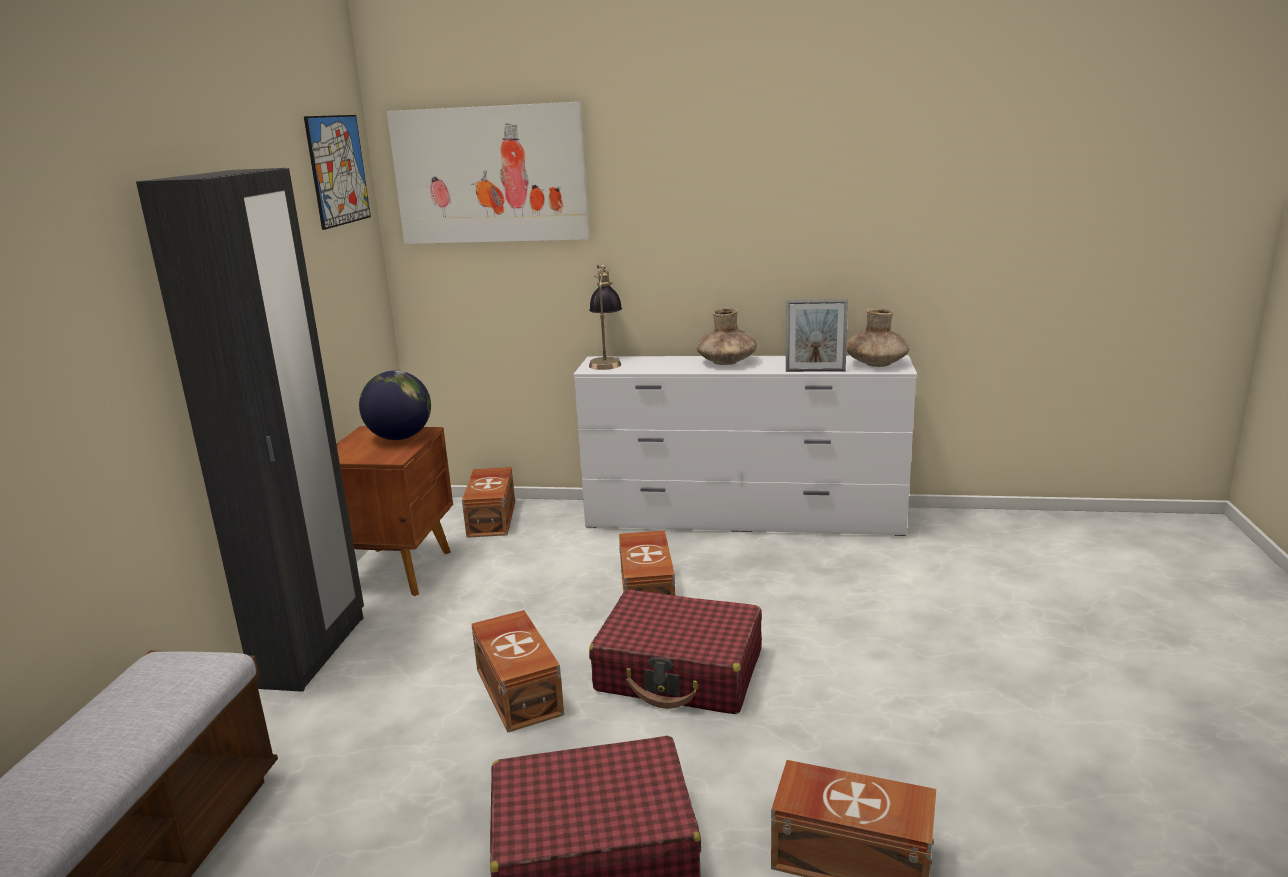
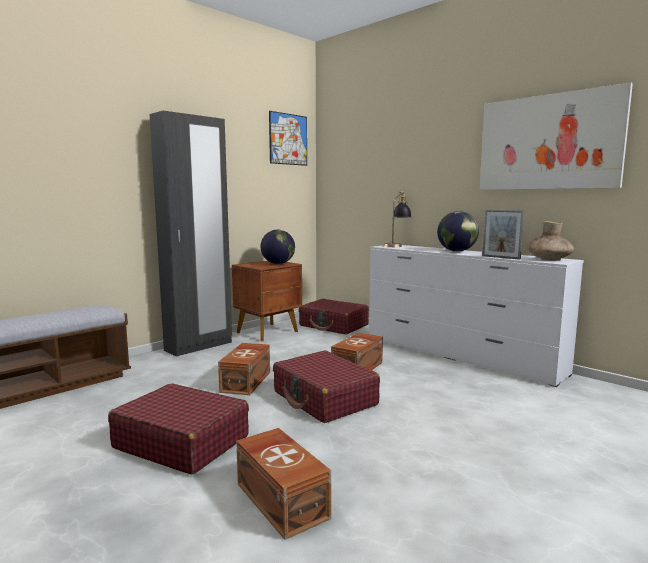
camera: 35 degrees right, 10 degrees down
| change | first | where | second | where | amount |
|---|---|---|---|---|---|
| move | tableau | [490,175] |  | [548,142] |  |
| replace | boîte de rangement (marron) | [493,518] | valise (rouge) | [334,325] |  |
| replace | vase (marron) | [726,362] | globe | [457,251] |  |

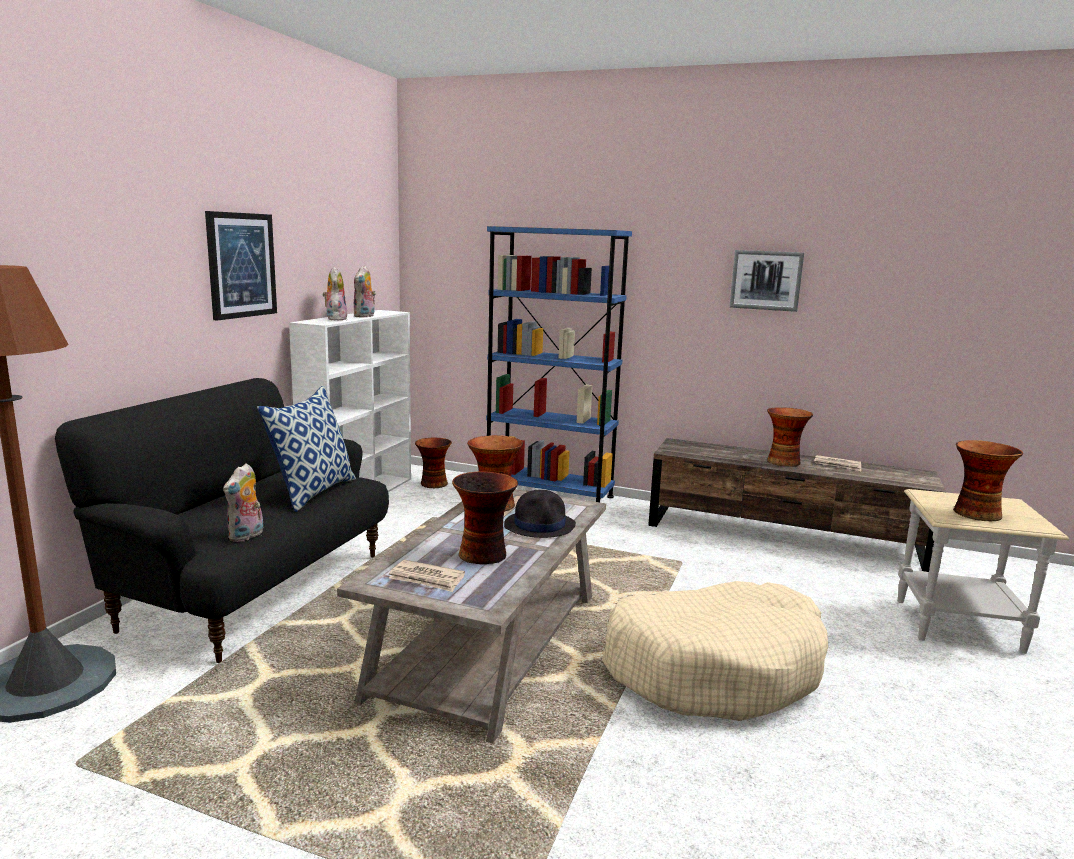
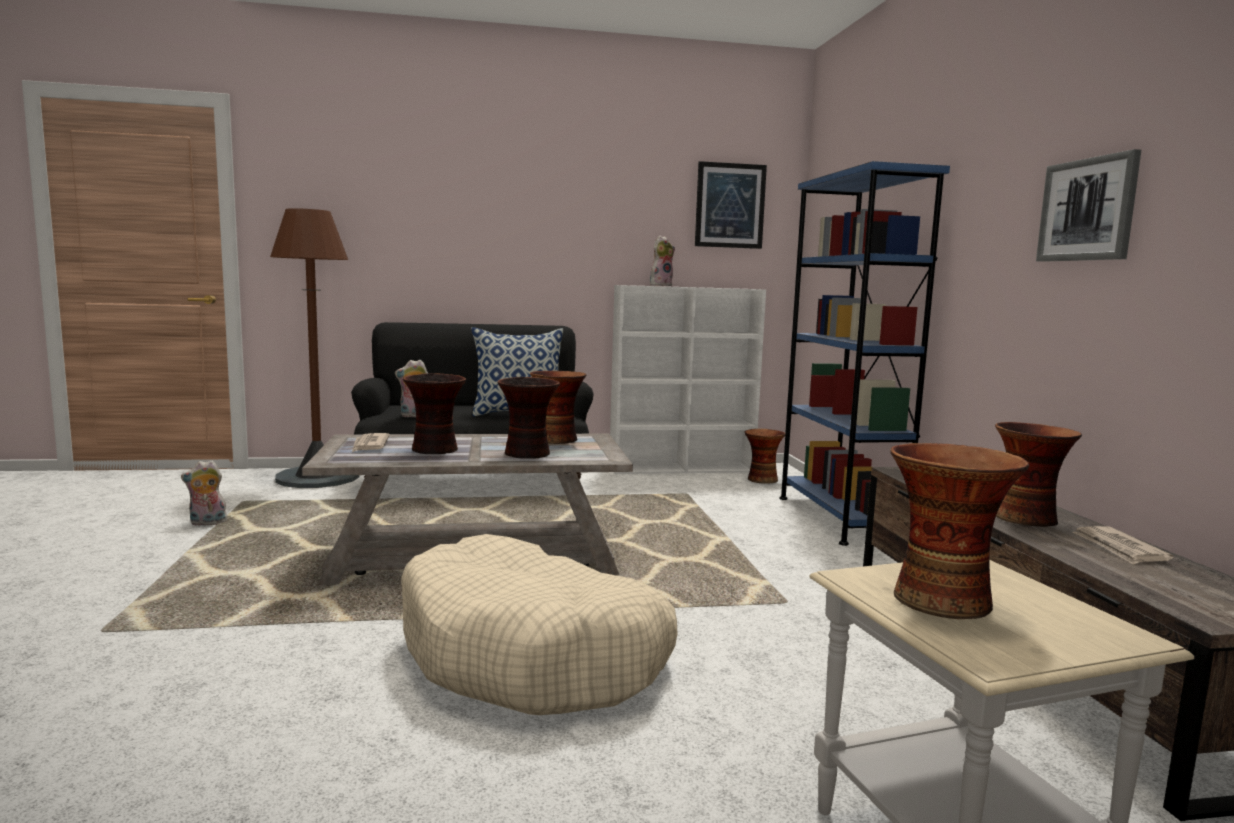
camera: 60 degrees right, 5 degrees down
| change | first | where | second | where | amount |
|---|---|---|---|---|---|
| move | tableau | [241,265] |  | [729,206] |  |
| move | peluche | [365,316] |  | [207,523] |  |
| replace | chapeau (noir) | [540,525] | vase | [528,454] |  |

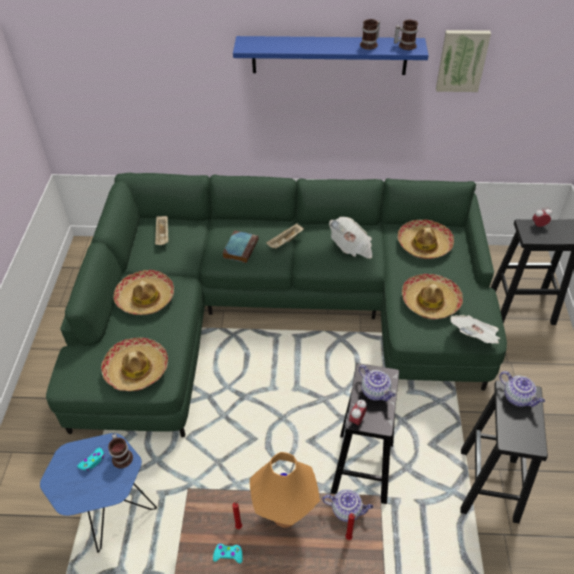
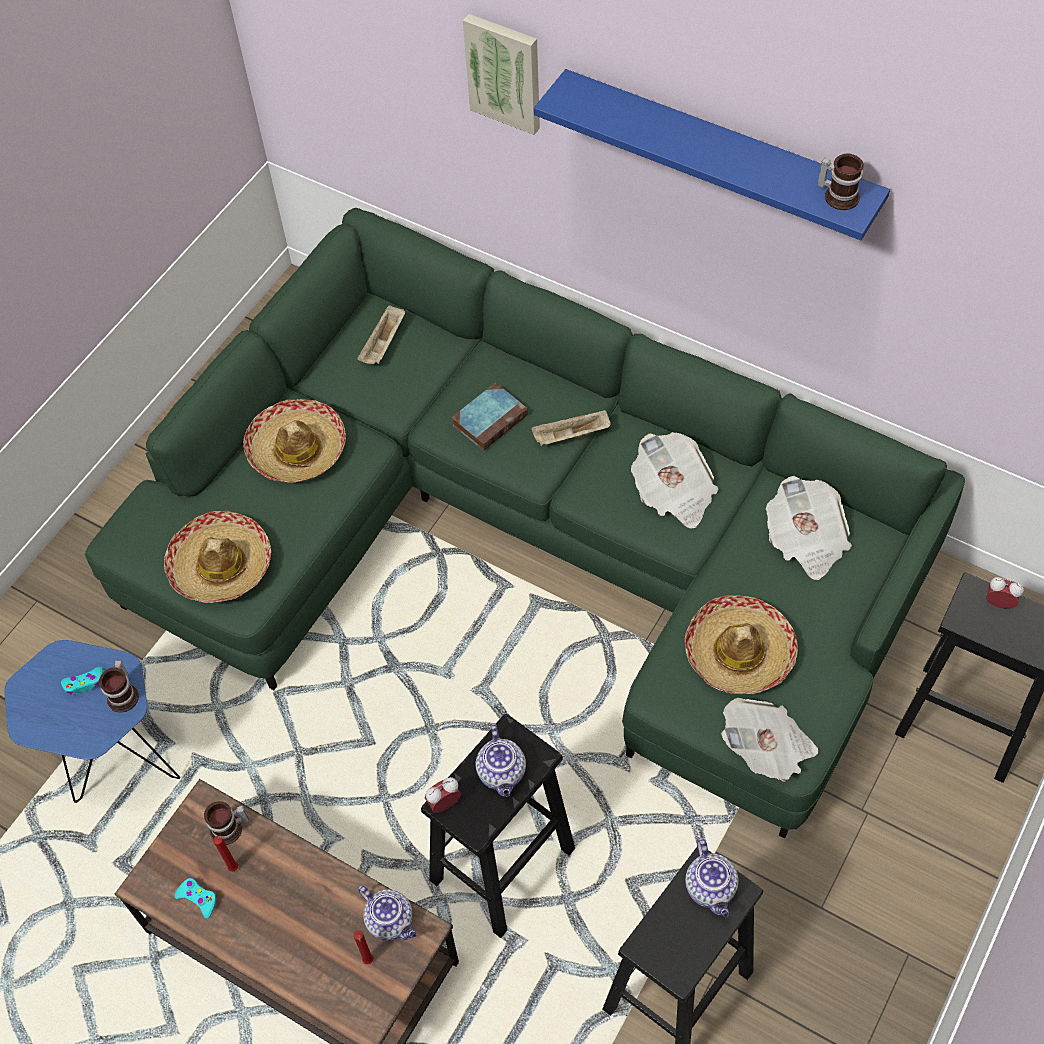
camera: 30 degrees right, 10 degrees up
| change | first | where | second | where | amount |
|---|---|---|---|---|---|
| delete | lampe de table (orange) | [285,515] |  |  |  |
| move | mug | [370,44] |  | [230,830] |  |
| replace | chapeau | [424,245] | journal | [805,541] |  |
| move | tableau | [461,60] |  | [505,72] |  |

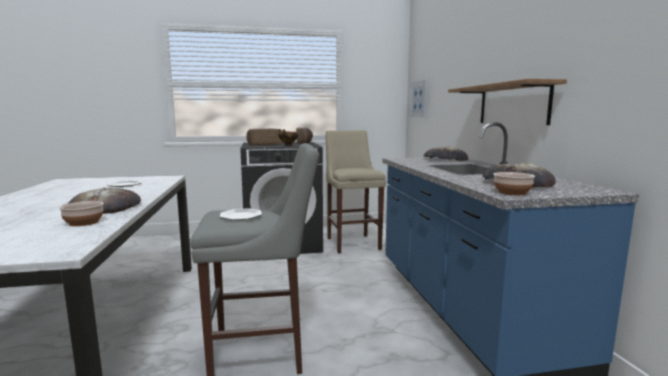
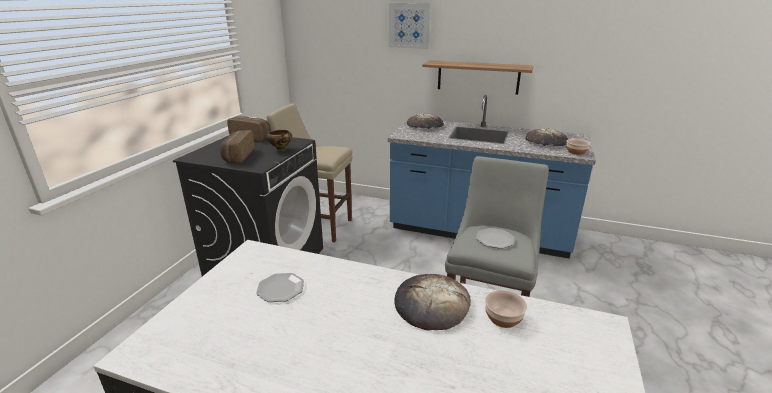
camera: 60 degrees left, 15 degrees up
| change | first | where | second | where | amount |
|---|---|---|---|---|---|
| move | tableau | [419,99] |  | [409,25] |  |

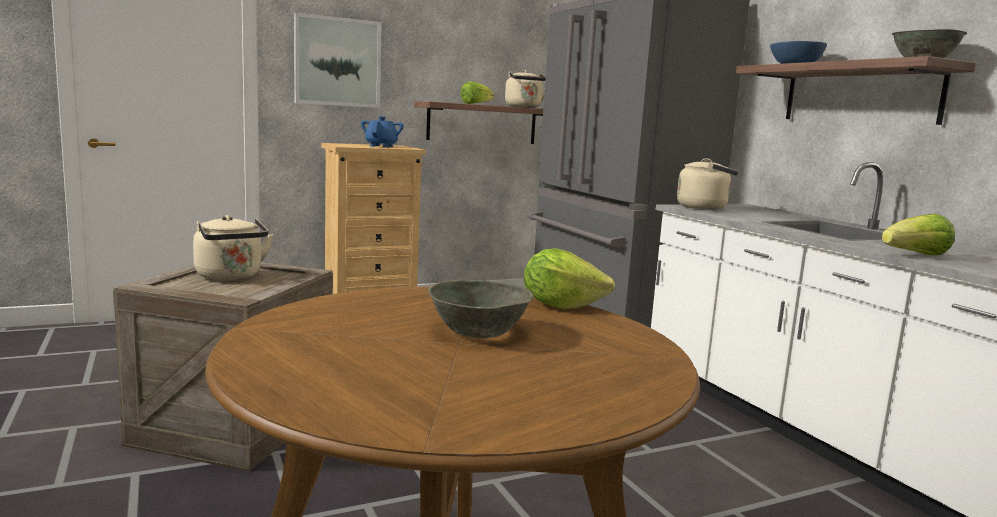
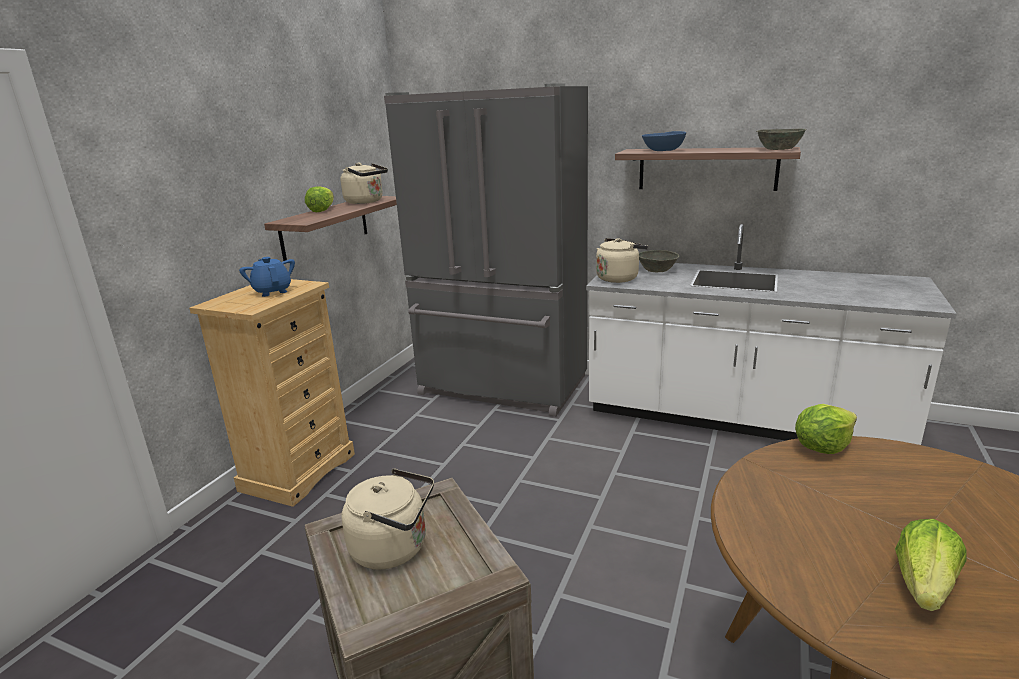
camera: 40 degrees left, 10 degrees up
| change | first | where | second | where | amount |
|---|---|---|---|---|---|
| delete | tableau | [337,62] |  |  |  |
| move | bol (gris) | [480,332] |  | [657,270] |  |
| move | laitue | [916,255] |  | [924,585] |  |

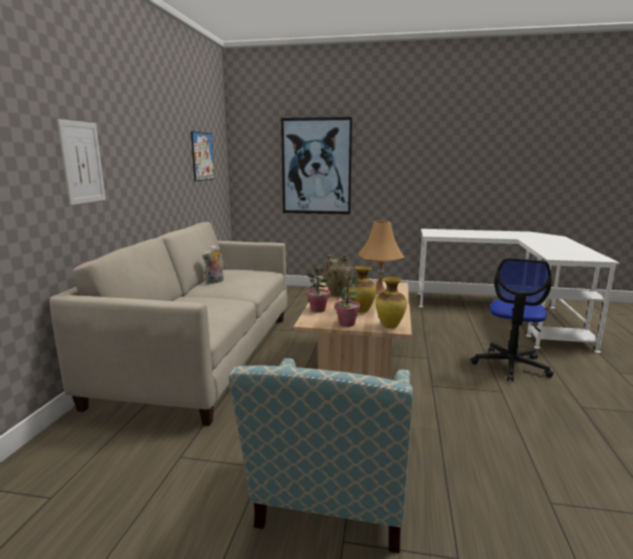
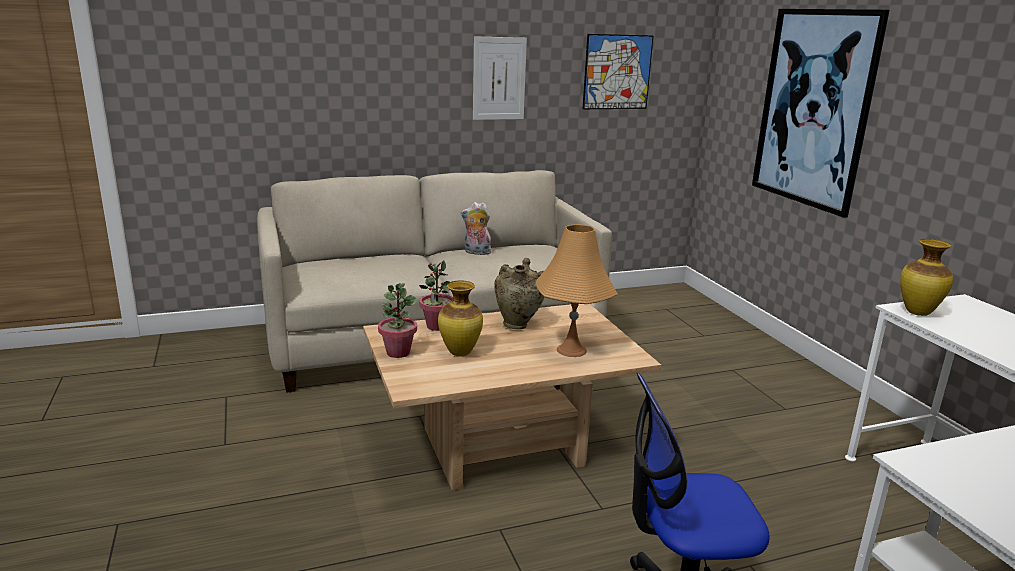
camera: 60 degrees right, 5 degrees up
| change | first | where | second | where | amount |
|---|---|---|---|---|---|
| move | tableau | [82,162] |  | [499,78] |  |
| delete | fauteuil | [331,507] |  |  |  |
| move | vase | [389,327] |  | [916,313] |  |

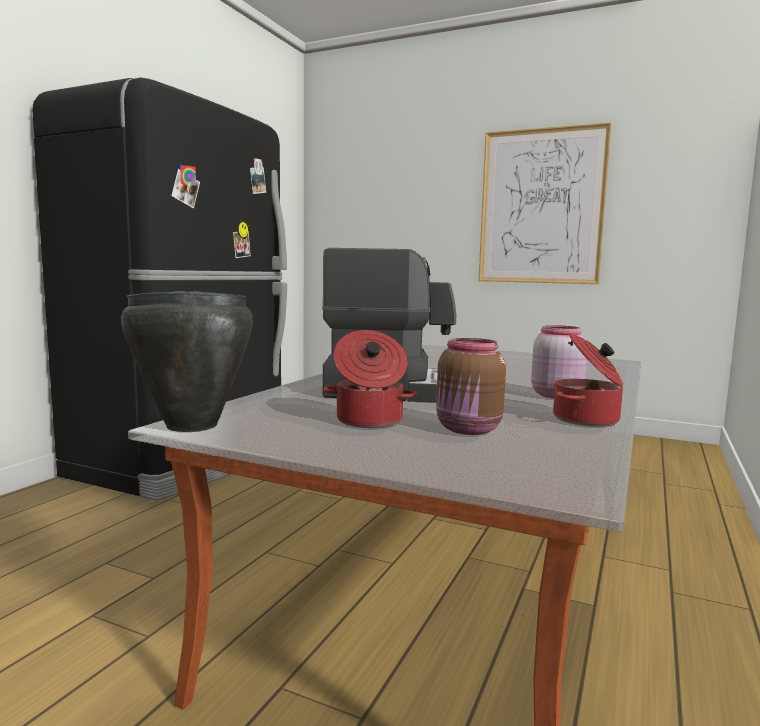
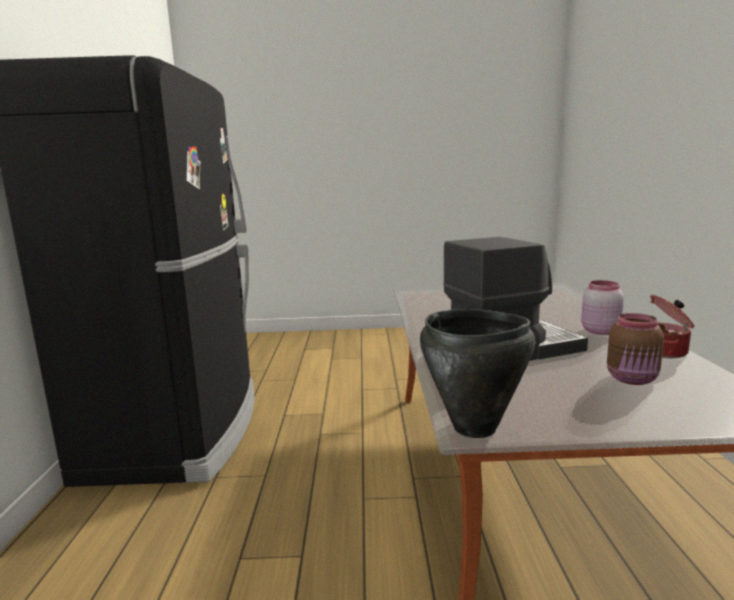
camera: 25 degrees left, 5 degrees up
| change | first | where | second | where | amount |
|---|---|---|---|---|---|
| delete | marmite | [369,421] |  |  |  |
| delete | tableau | [541,207] |  |  |  |

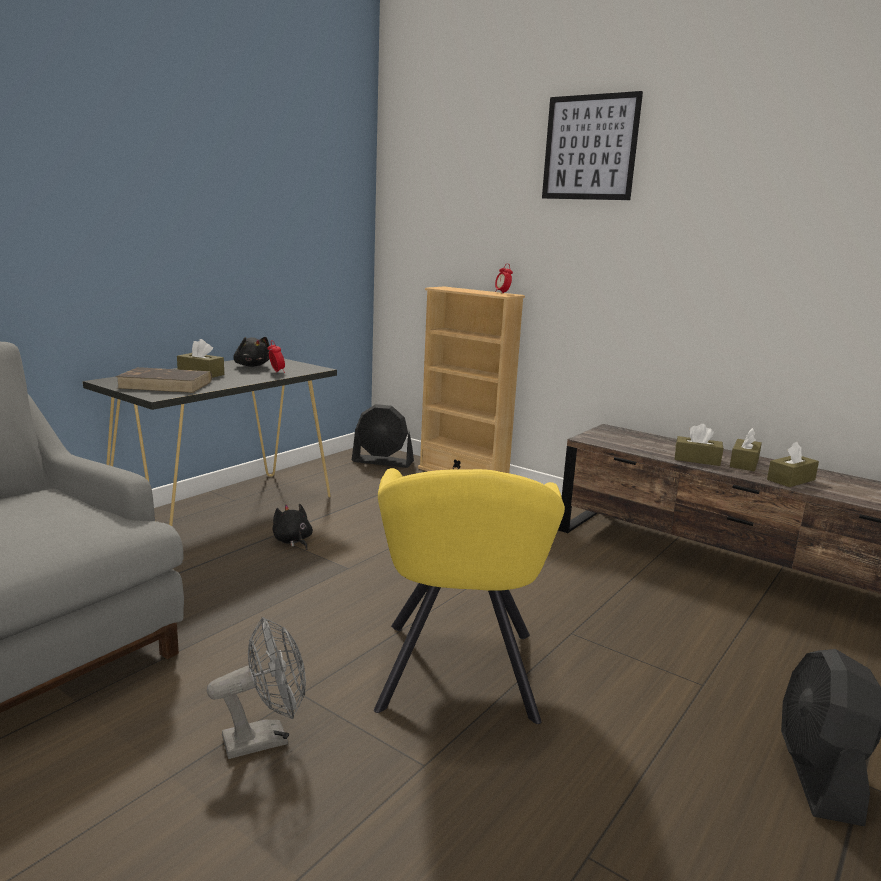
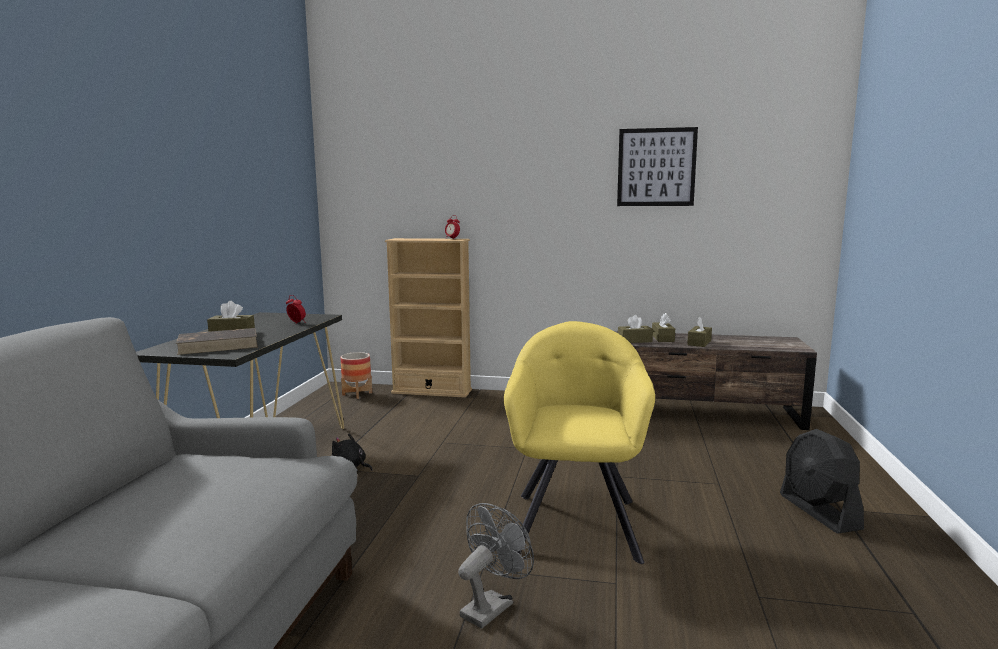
camera: 25 degrees left, 5 degrees down
| change | first | where | second | where | amount |
|---|---|---|---|---|---|
| delete | peluche (noir) | [252,366] |  |  |  |
| replace | ventilateur (noir) | [383,462] | cache-pot | [357,394] |  |
| rotate | fauteuil (jaune) | [459,674] |  | [576,522] | 150 degrees counterclockwise |
| move | tableau | [590,148] |  | [656,167] |  |

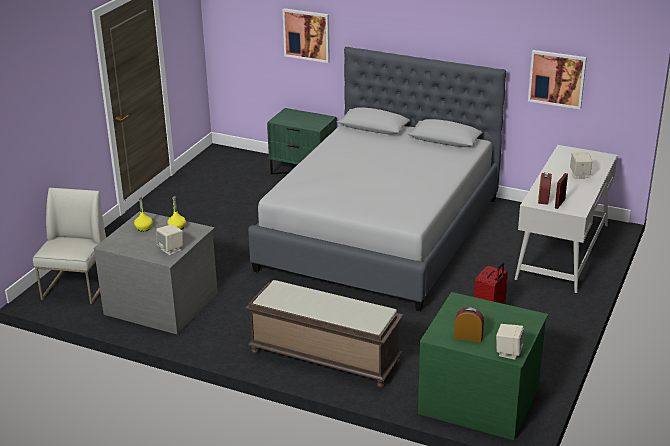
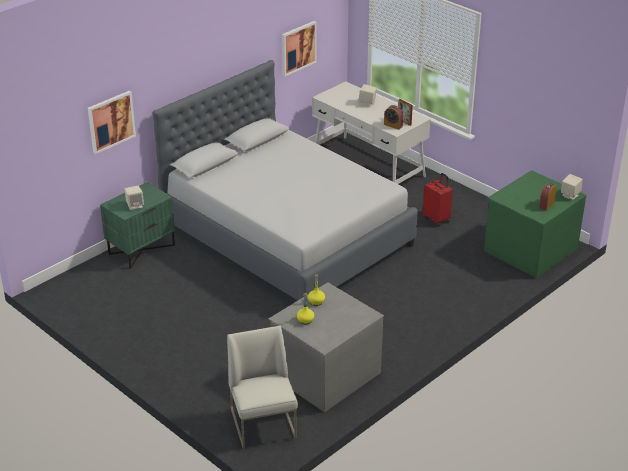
camera: 70 degrees left, 5 degrees up
| change | first | where | second | where | amount |
|---|---|---|---|---|---|
| rotate | chaise (blanc) | [77,286] |  | [264,423] | 45 degrees clockwise |
| move | enceinte (beige) | [171,249] |  | [135,205] |  |
| delete | banc (marron) | [323,357] |  |  |  |

